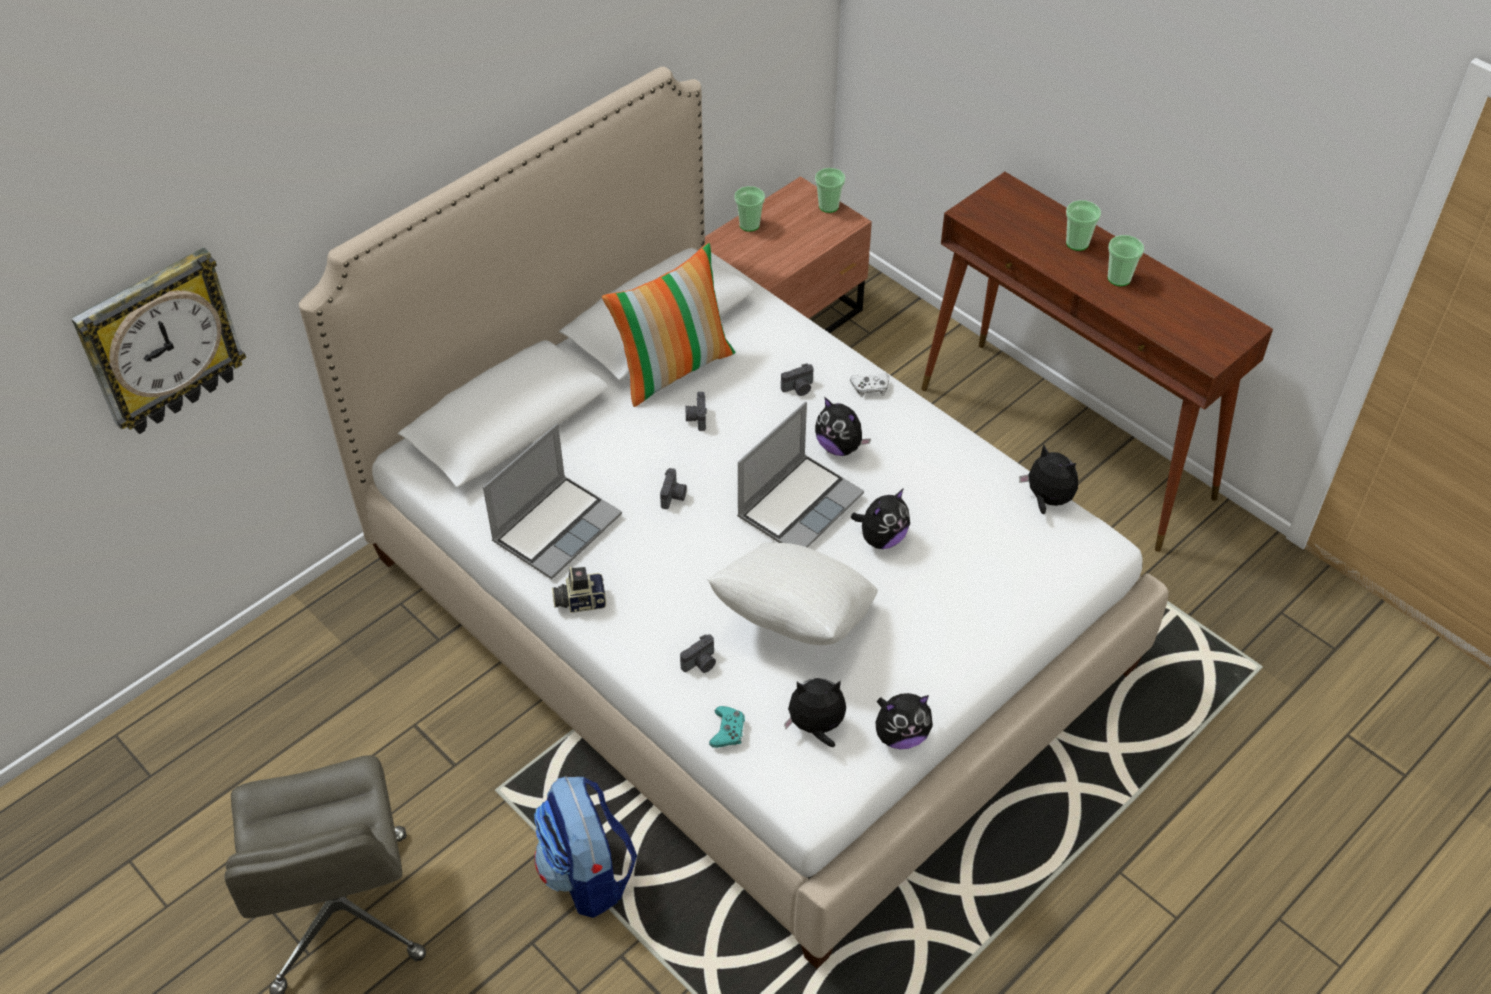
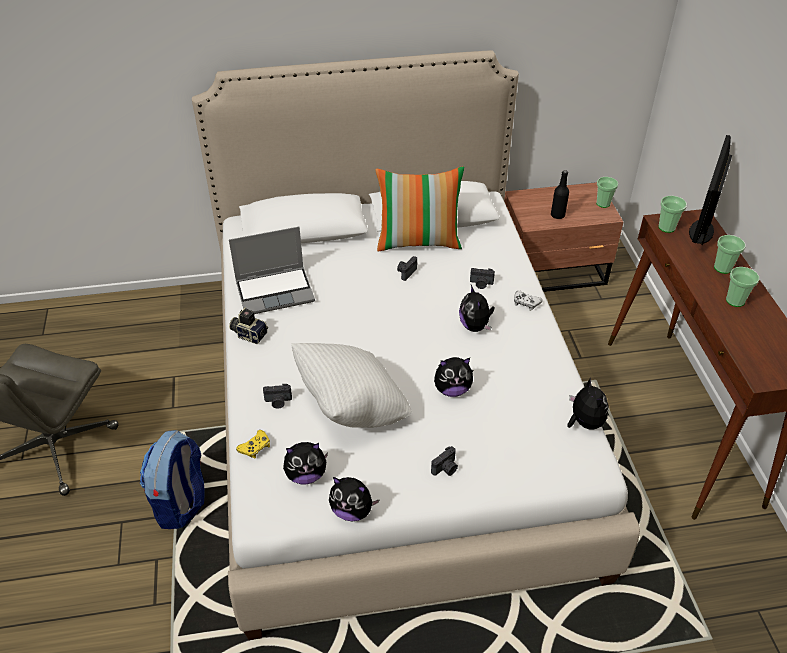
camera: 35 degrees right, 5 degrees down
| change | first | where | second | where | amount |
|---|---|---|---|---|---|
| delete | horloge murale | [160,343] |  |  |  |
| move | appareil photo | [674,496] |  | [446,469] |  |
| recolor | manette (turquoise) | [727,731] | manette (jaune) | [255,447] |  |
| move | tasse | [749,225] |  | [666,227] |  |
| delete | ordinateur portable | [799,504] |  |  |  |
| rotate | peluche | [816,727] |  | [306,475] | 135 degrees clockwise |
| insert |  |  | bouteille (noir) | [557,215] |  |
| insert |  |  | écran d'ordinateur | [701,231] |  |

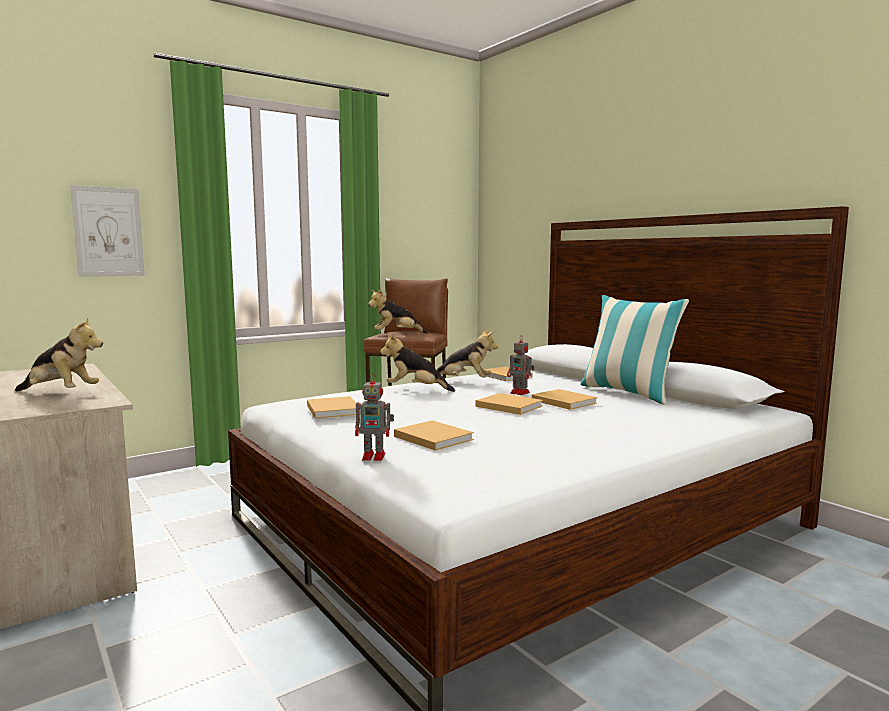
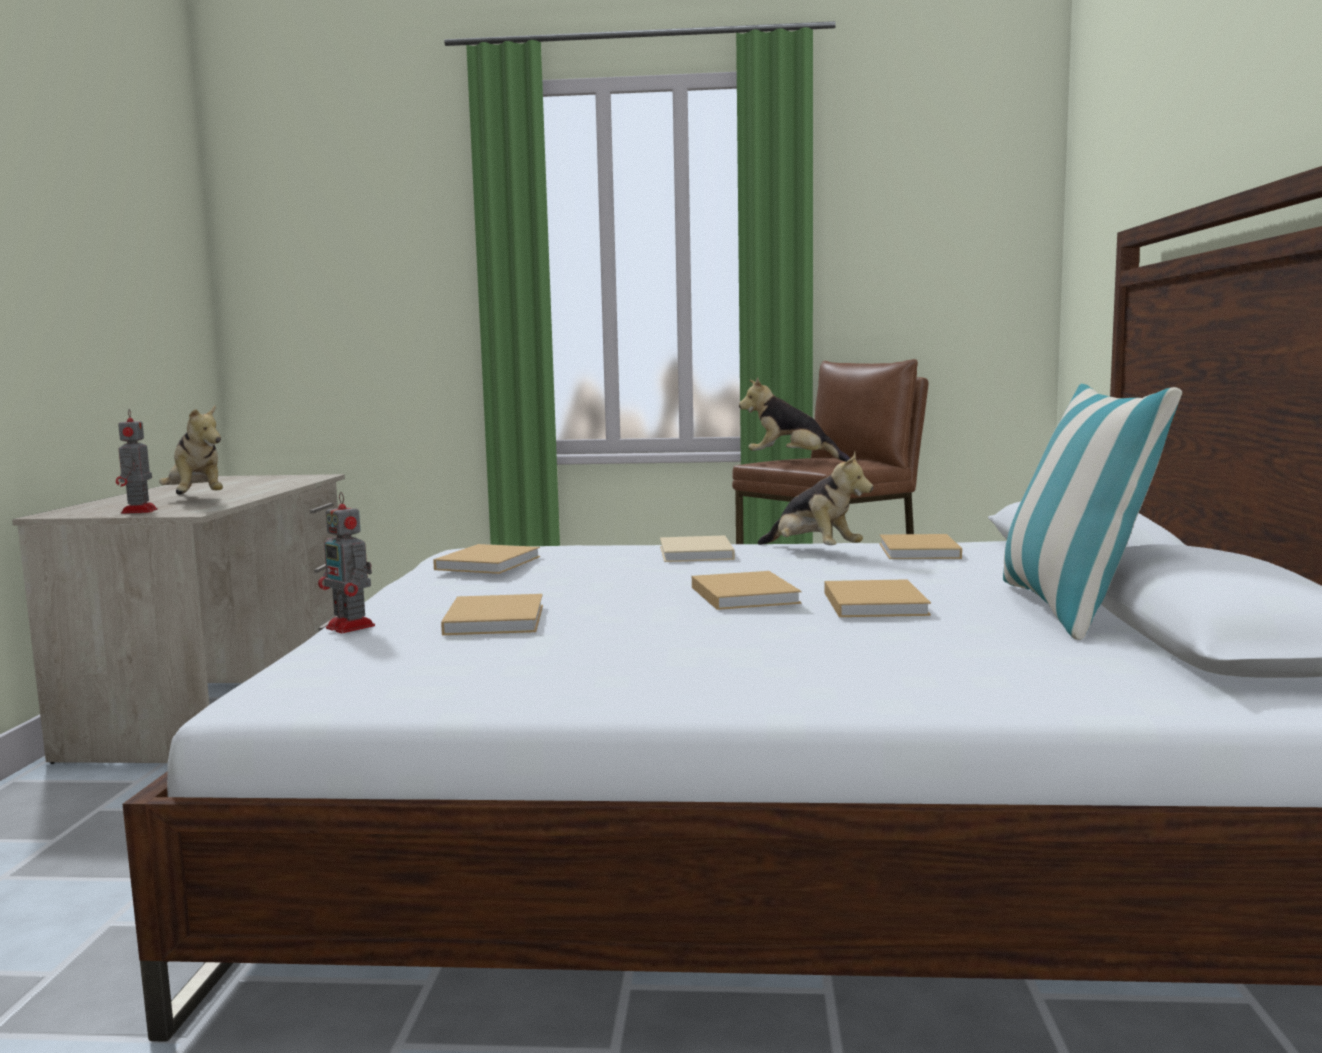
camera: 40 degrees right, 0 degrees up
| change | first | where | second | where | amount |
|---|---|---|---|---|---|
| delete | tableau | [108,232] |  |  |  |
| replace | peluche | [416,390] | livre (beige) | [696,553] |  |
| move | robot jouet | [521,393] |  | [138,511] |  |

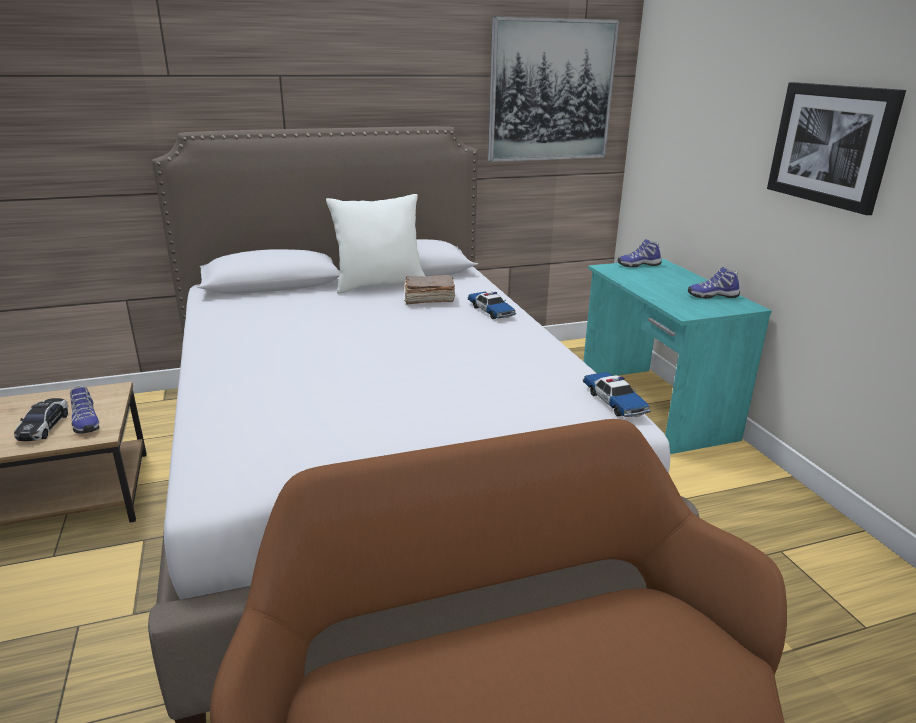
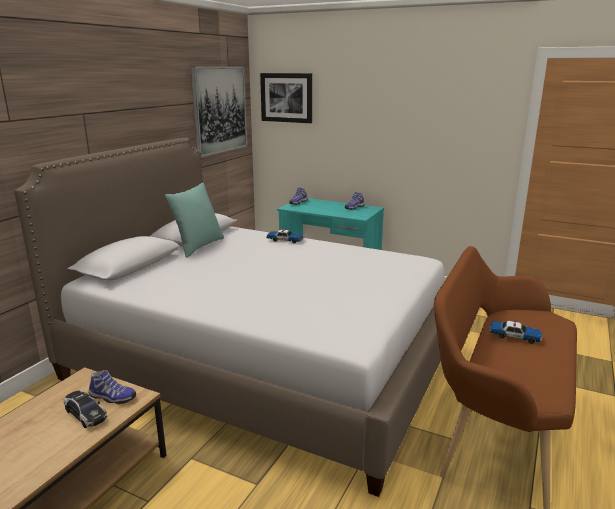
camera: 45 degrees left, 5 degrees down
| change | first | where | second | where | amount |
|---|---|---|---|---|---|
| recolor | coussin (blanc) | [379,285] | coussin (turquoise) | [198,246] |  |
| delete | livre (marron) | [428,299] |  |  |  |
| move | petite voiture | [614,401] |  | [514,336] |  |
| move | tableau | [831,145] |  | [286,97] |  |

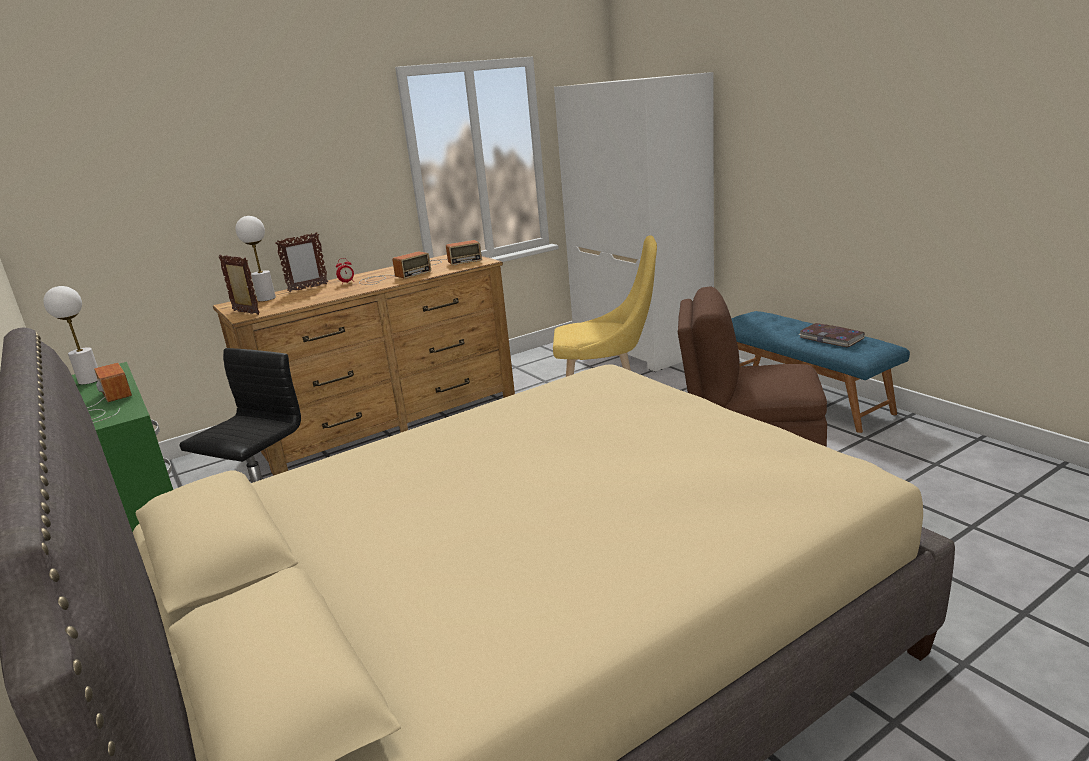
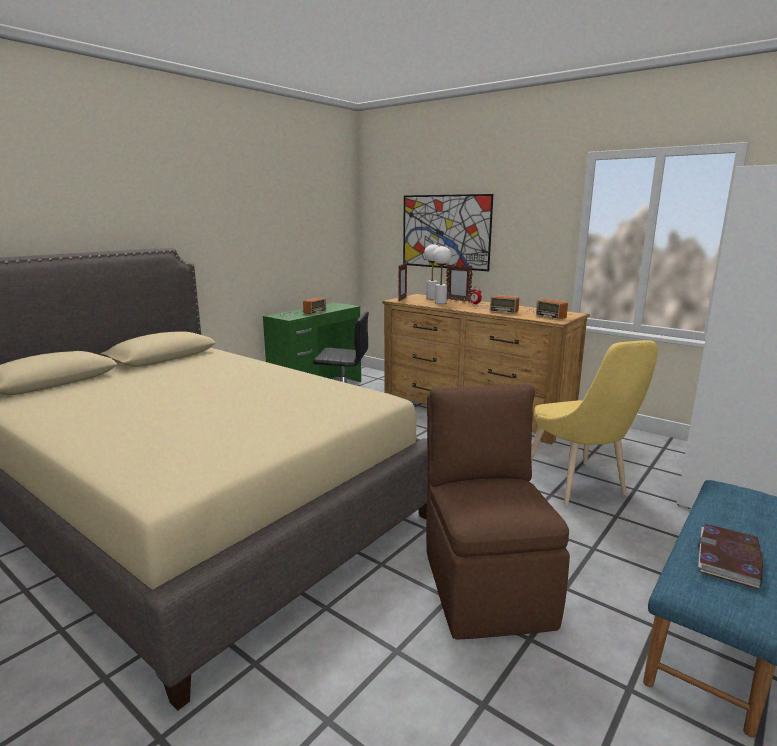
camera: 70 degrees right, 5 degrees down
| change | first | where | second | where | amount |
|---|---|---|---|---|---|
| move | lampe de table (blanc) | [89,380] |  | [440,302] |  |
| insert |  |  | tableau | [445,232] |  |

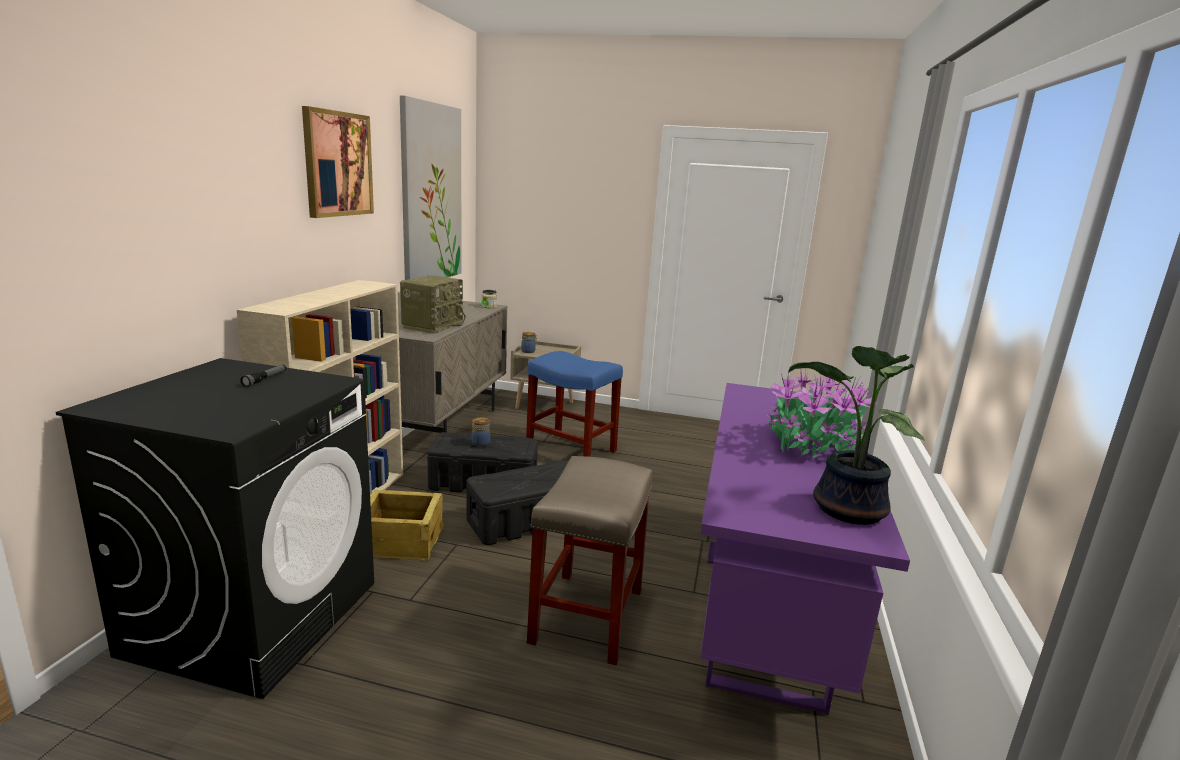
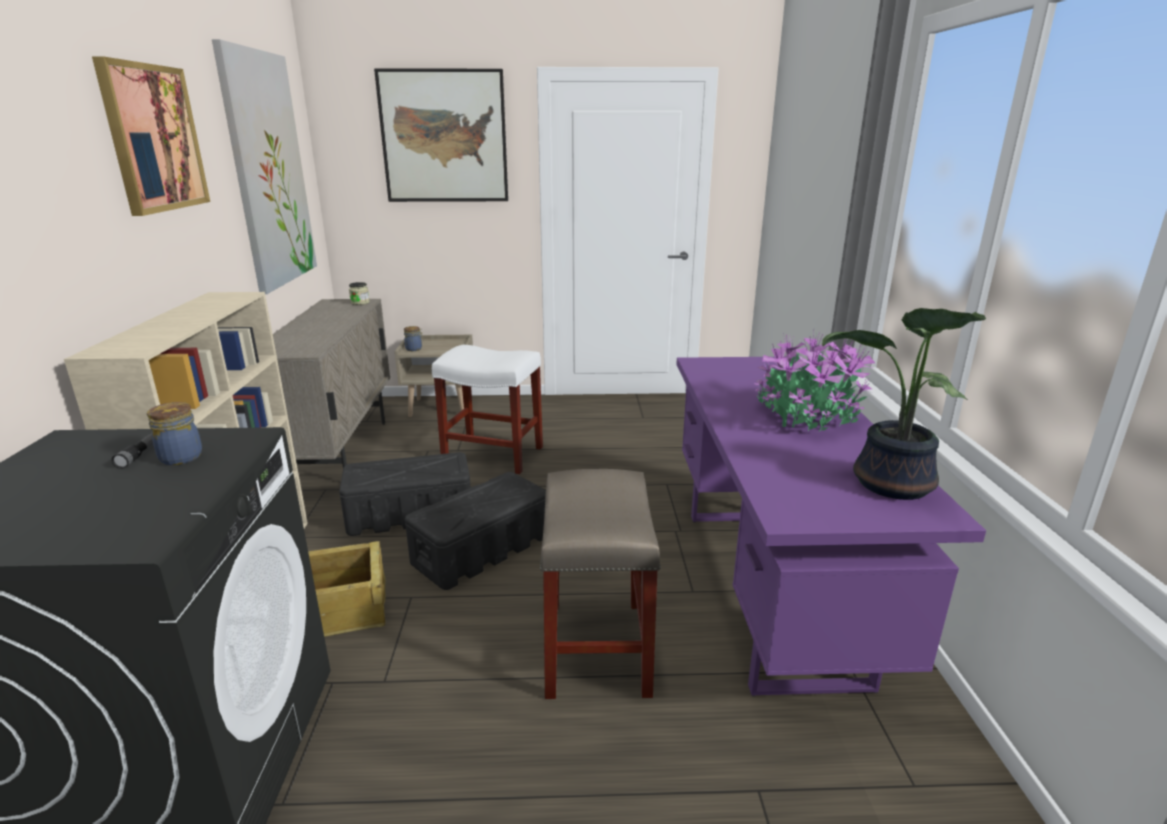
camera: 15 degrees left, 5 degrees up
| change | first | where | second | where | amount |
|---|---|---|---|---|---|
| delete | radio | [432,326] |  |  |  |
| move | bocal | [480,443] |  | [180,457] |  |
| recolor | tabouret (bleu) | [570,449] | tabouret (blanc) | [491,454] |  |
| insert |  |  | tableau | [444,137] |  |

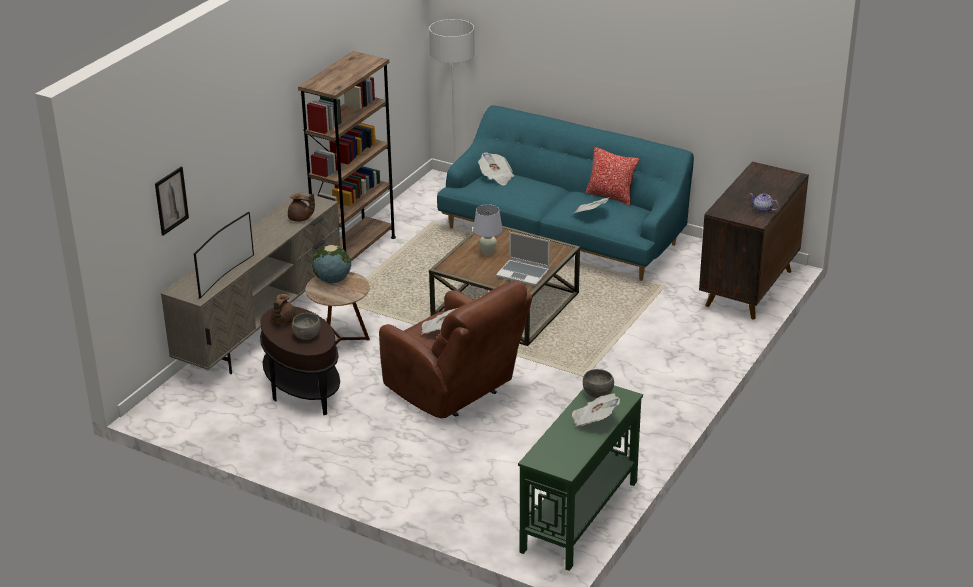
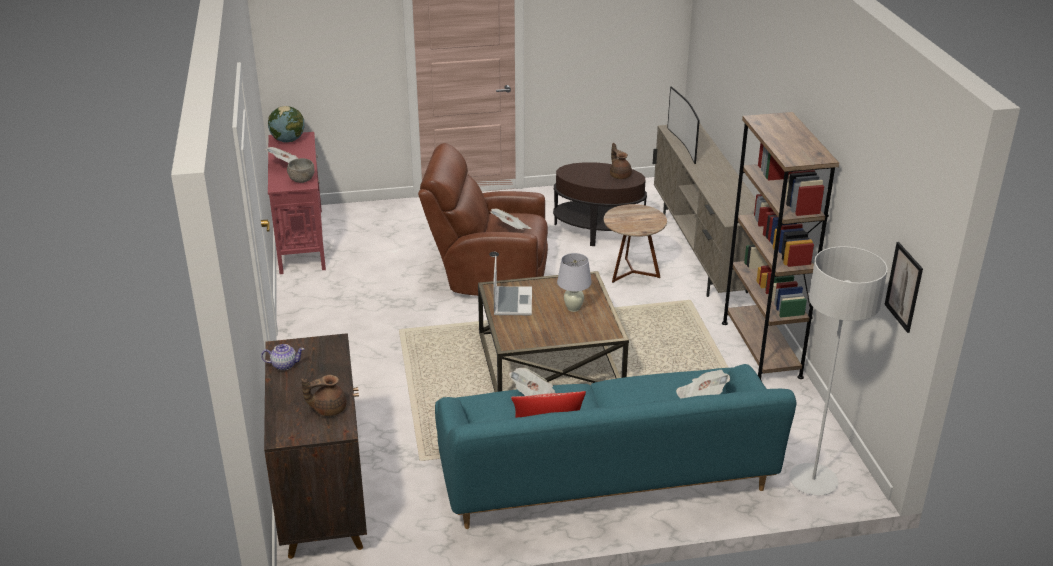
camera: 140 degrees right, 0 degrees up
| change | first | where | second | where | amount |
|---|---|---|---|---|---|
| move | tableau | [171,200] |  | [904,287] |  |
| move | théière (marron) | [300,219] |  | [328,409] |  |
| delete | bol (gris) | [306,336] |  |  |  |
| move | globe | [332,280] |  | [288,140] |  |
| rotate | ordinateur portable | [523,273] |  | [512,302] | 105 degrees clockwise |
| recolor | table console (vert) | [579,516] | table console (rouge) | [302,240] |  |

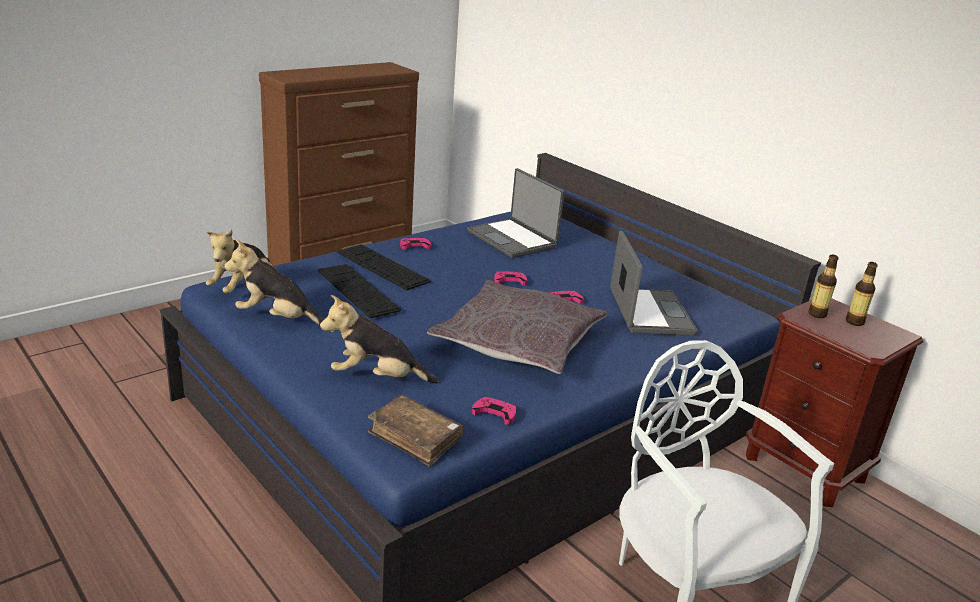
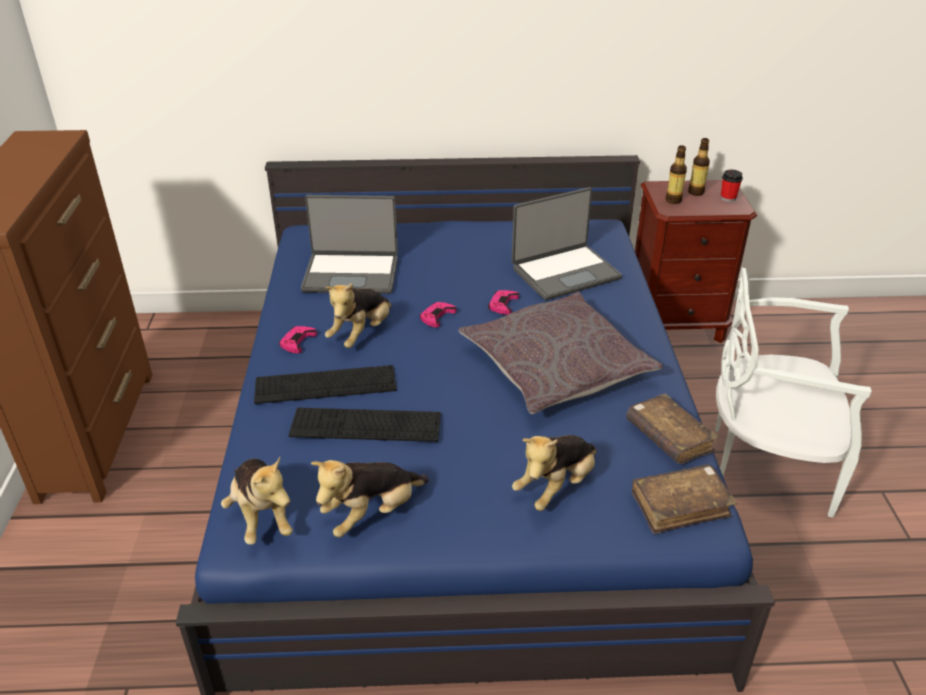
camera: 50 degrees left, 10 degrees up
| change | first | where | second | where | amount |
|---|---|---|---|---|---|
| replace | manette (rose) | [495,413] | livre (marron) | [669,437] |  |
| rotate | ordinateur portable | [648,313] |  | [564,272] | 120 degrees clockwise |
| insert |  |  | peluche | [361,334] |  |
| insert |  |  | tasse | [728,198] |  |

